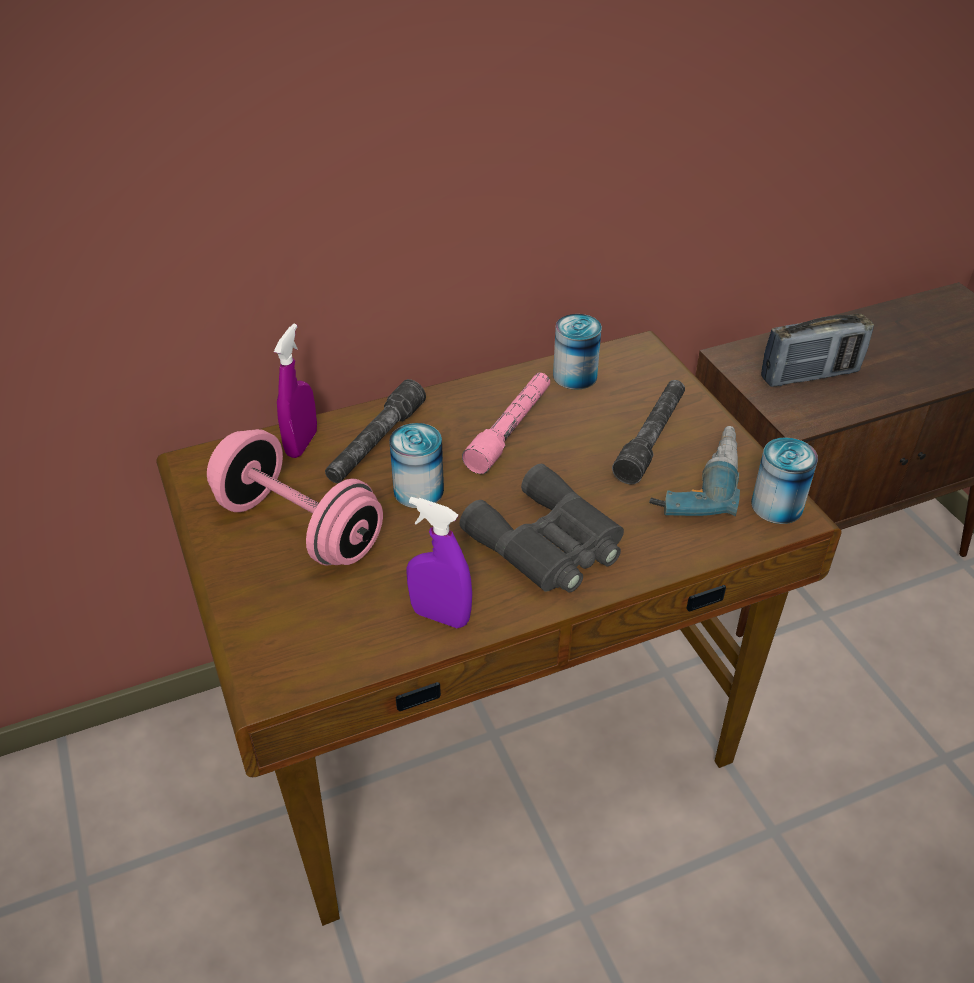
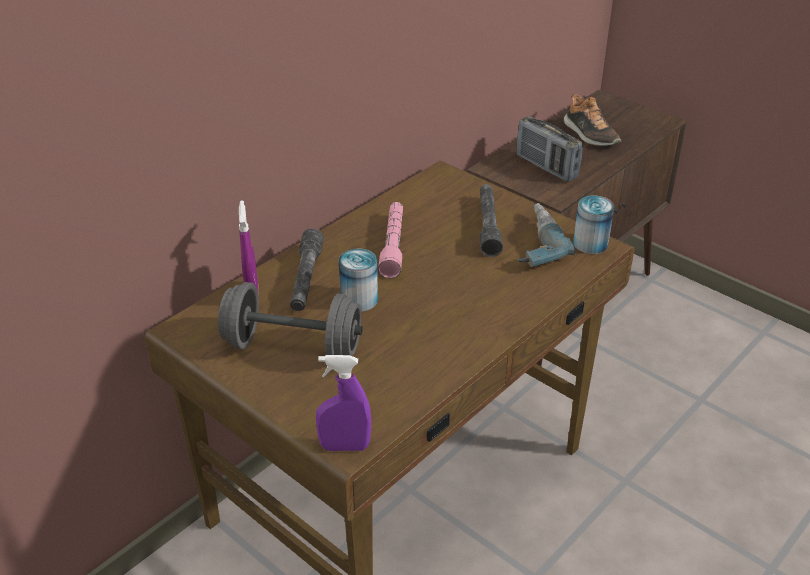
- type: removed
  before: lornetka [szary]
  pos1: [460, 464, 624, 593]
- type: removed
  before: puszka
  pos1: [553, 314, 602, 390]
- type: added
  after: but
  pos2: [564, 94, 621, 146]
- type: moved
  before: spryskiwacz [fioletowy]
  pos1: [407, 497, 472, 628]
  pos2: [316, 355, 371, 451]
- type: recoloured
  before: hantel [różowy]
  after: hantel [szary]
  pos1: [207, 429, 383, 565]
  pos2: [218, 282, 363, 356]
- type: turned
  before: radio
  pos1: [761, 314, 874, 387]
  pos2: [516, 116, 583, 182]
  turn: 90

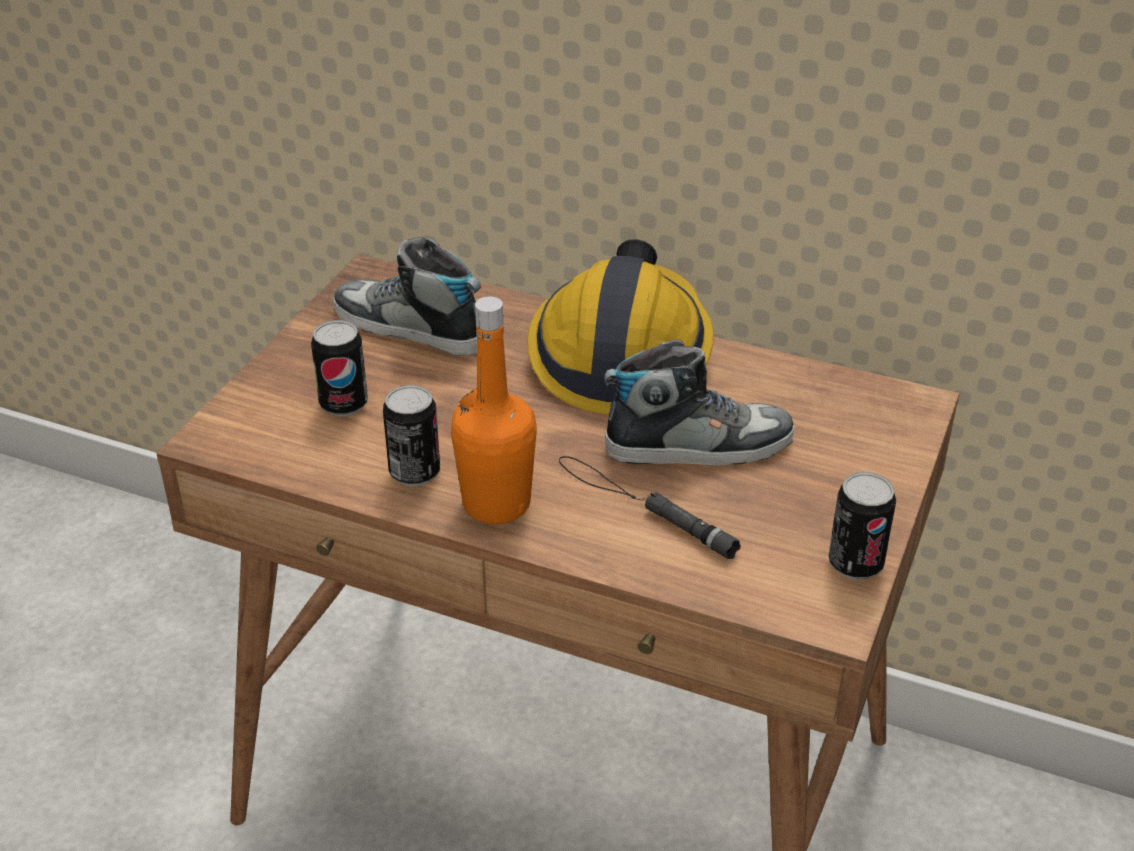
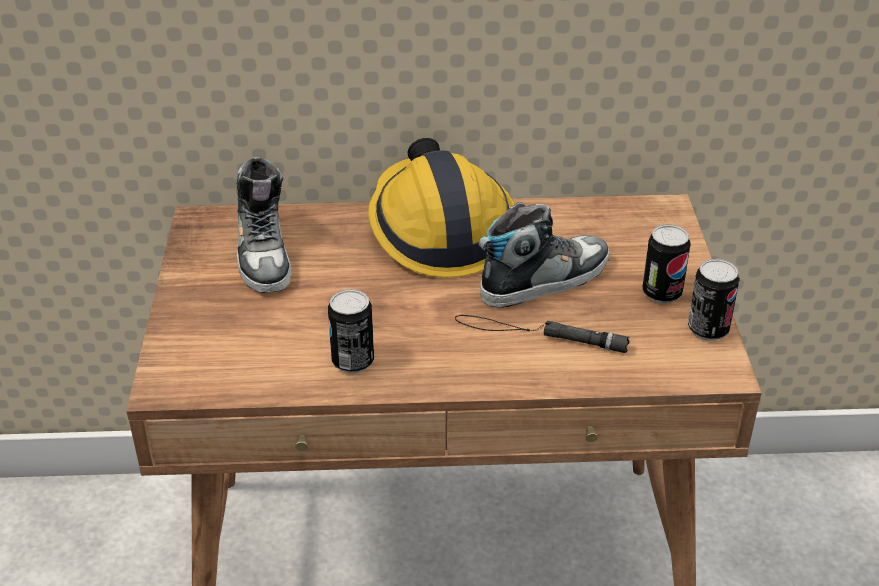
- type: removed
  before: butelka [pomarańczowy]
  pos1: [451, 297, 537, 524]
- type: moved
  before: puszka
  pos1: [311, 320, 368, 416]
  pos2: [642, 224, 691, 304]
- type: turned
  before: but
  pos1: [333, 237, 481, 356]
  pos2: [236, 157, 291, 293]
  turn: -105

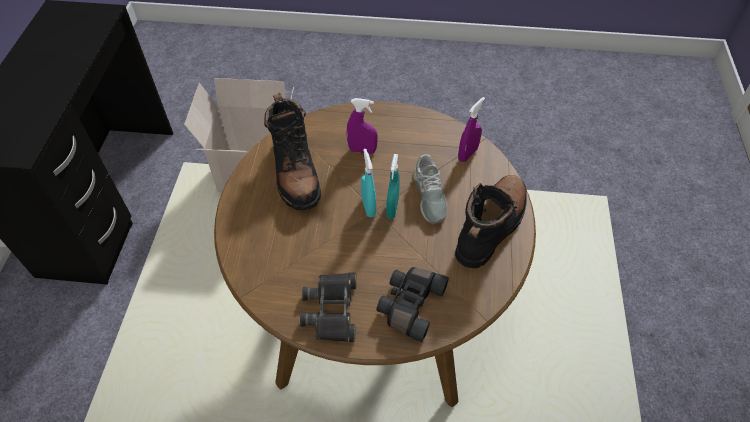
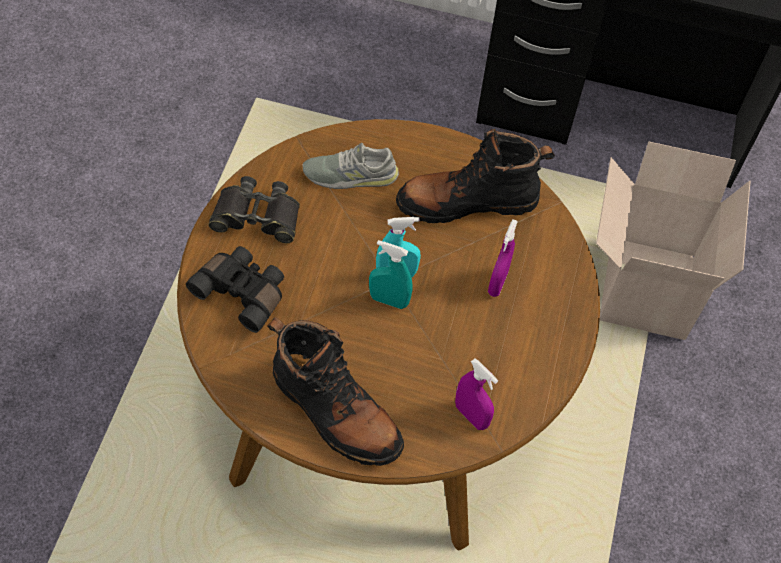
- type: moved
  before: but [szary]
  pos1: [413, 154, 447, 223]
  pos2: [302, 143, 399, 189]

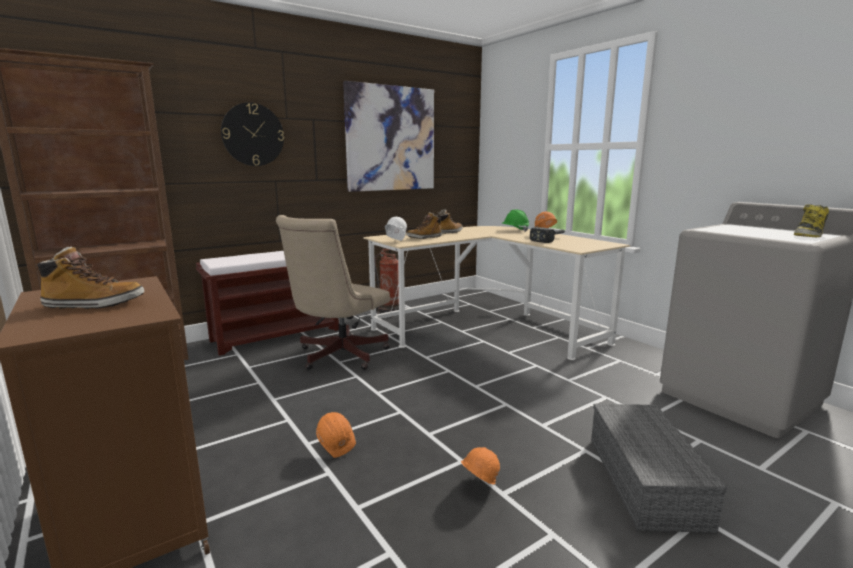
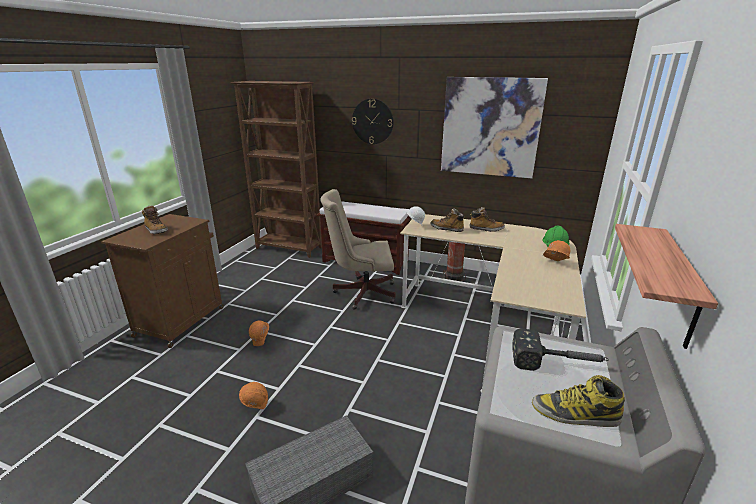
- type: added
  after: półka
  pos2: [615, 224, 718, 349]
- type: moved
  before: młotek
  pos1: [530, 227, 565, 243]
  pos2: [512, 328, 609, 371]

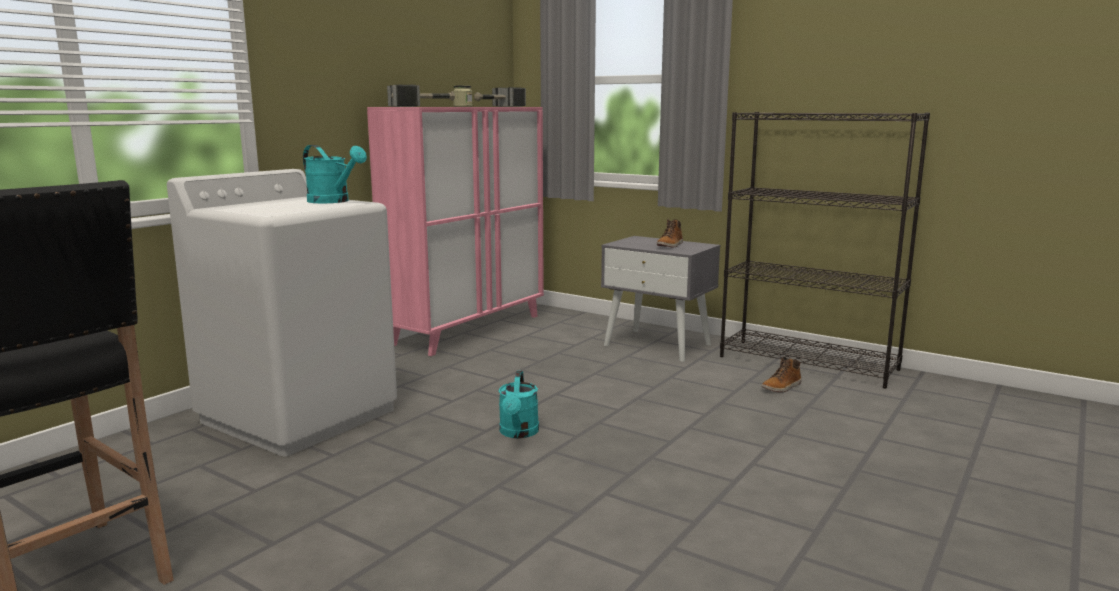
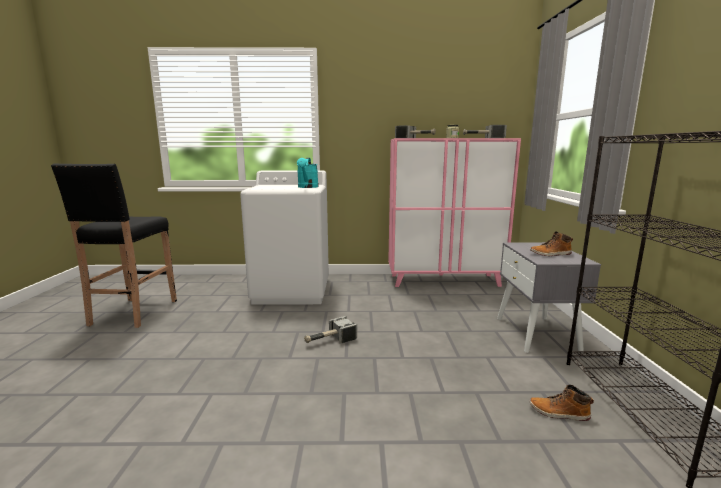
- type: replaced
  before: konewka [turkusowy]
  after: młotek
  pos1: [499, 371, 539, 438]
  pos2: [304, 316, 357, 343]

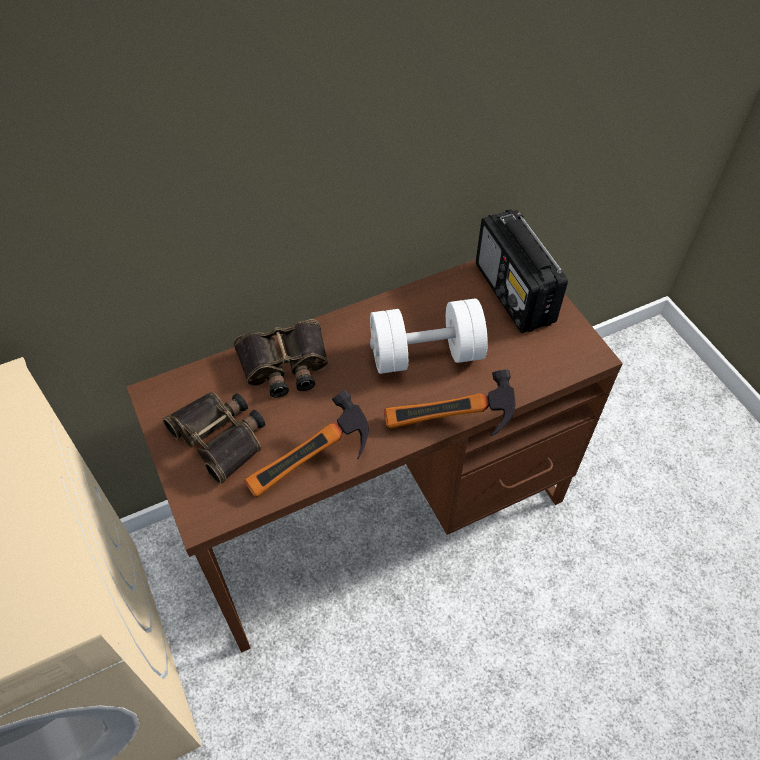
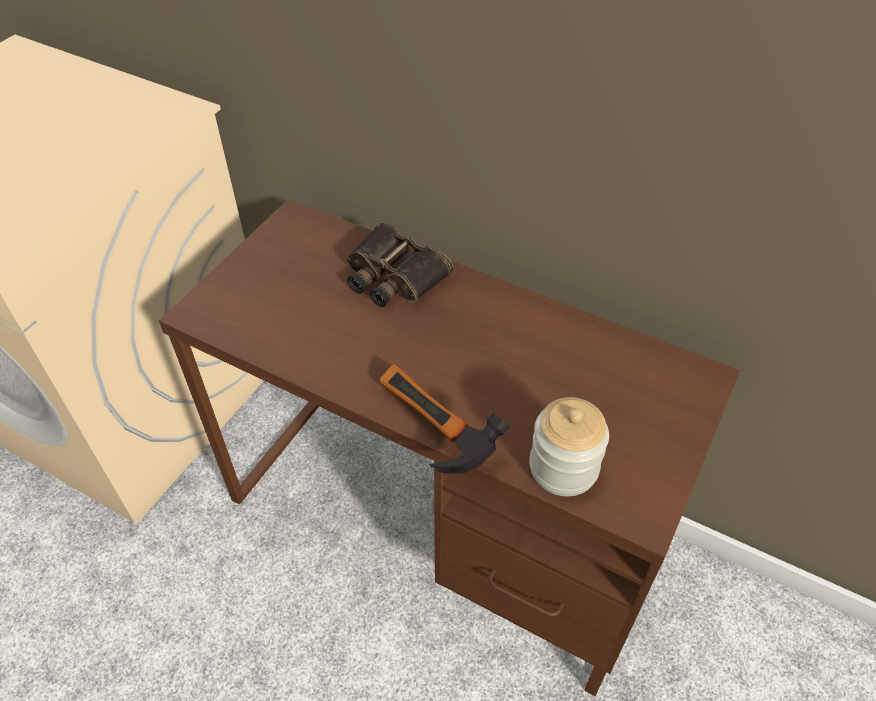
- type: removed
  before: lornetka
  pos1: [162, 392, 266, 485]
- type: removed
  before: młotek
  pos1: [244, 390, 369, 497]
- type: removed
  before: hantel [biały]
  pos1: [370, 299, 488, 374]
- type: removed
  before: radio
  pos1: [476, 209, 568, 333]
- type: added
  after: słoik
  pos2: [529, 397, 609, 496]

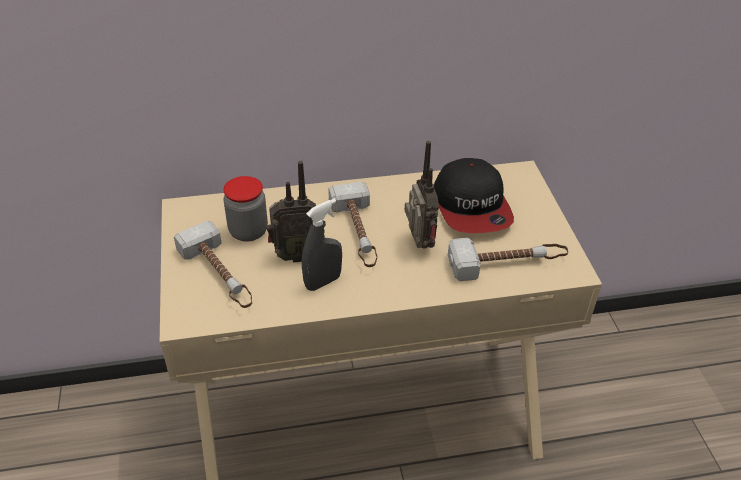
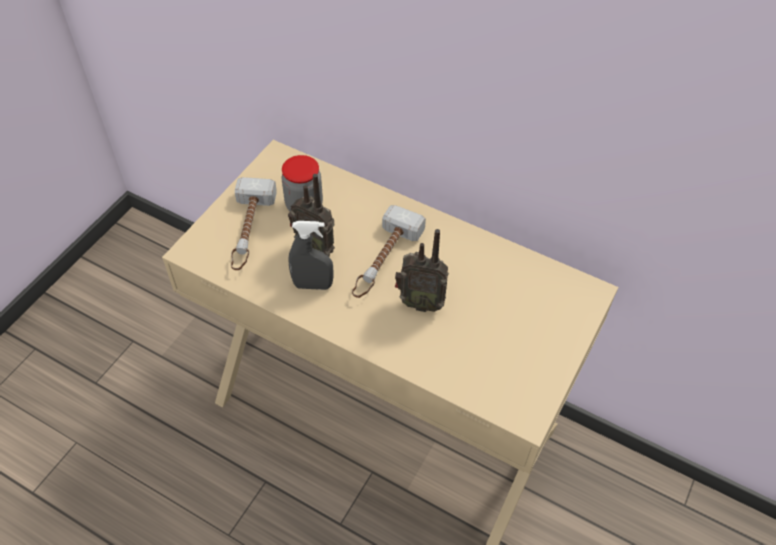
- type: removed
  before: czapka z daszkiem
  pos1: [434, 158, 514, 233]
- type: removed
  before: młotek
  pos1: [448, 237, 568, 281]
- type: turned
  before: radio
  pos1: [405, 141, 439, 249]
  pos2: [395, 229, 449, 312]
  turn: 75

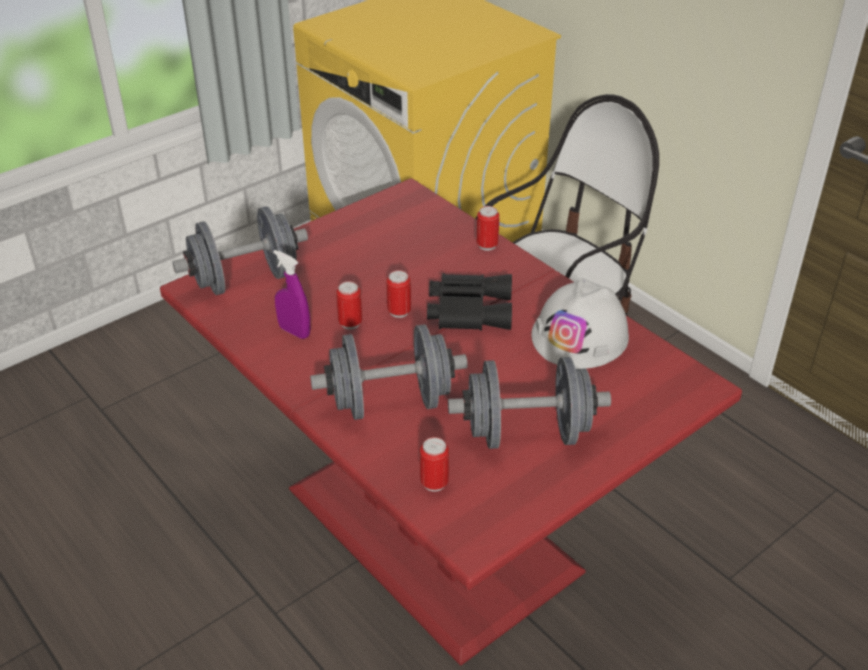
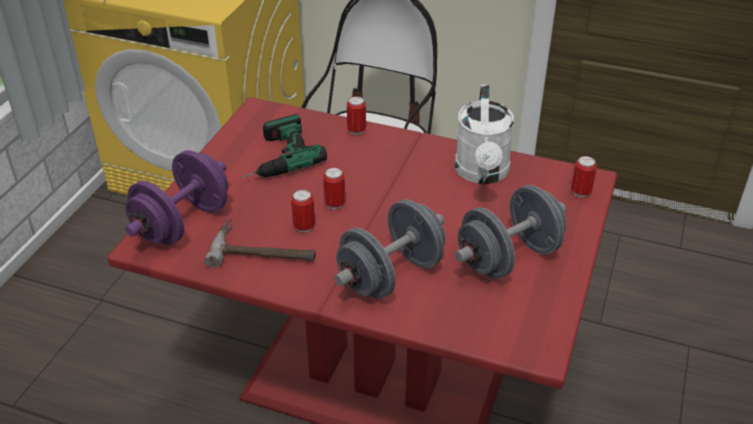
- type: removed
  before: lornetka [czarny]
  pos1: [427, 273, 512, 330]
- type: added
  after: wiertarka
  pos2: [240, 114, 327, 178]
- type: moved
  before: puszka
  pos1: [420, 437, 449, 492]
  pos2: [571, 156, 597, 197]
- type: replaced
  before: spryskiwacz [fioletowy]
  after: młotek
  pos1: [273, 250, 310, 339]
  pos2: [204, 219, 316, 268]
- type: replaced
  before: kask [biały]
  after: konewka [biały]
  pos1: [531, 278, 629, 369]
  pos2: [455, 85, 514, 184]
- type: recoloured
  before: hantel [szary]
  after: hantel [fioletowy]
  pos1: [172, 206, 308, 295]
  pos2: [125, 150, 228, 245]

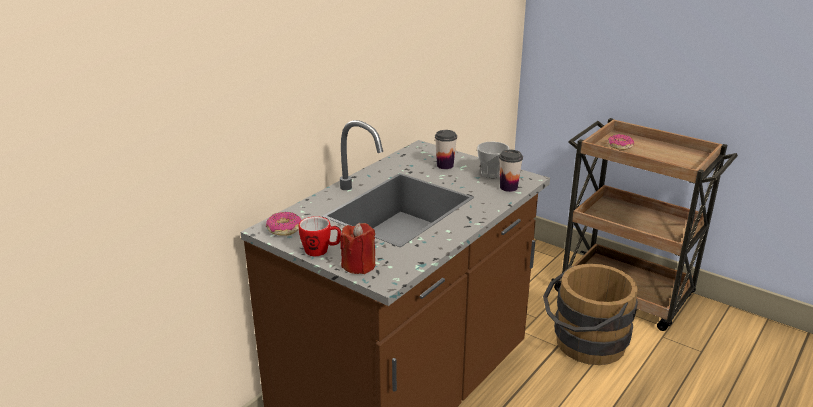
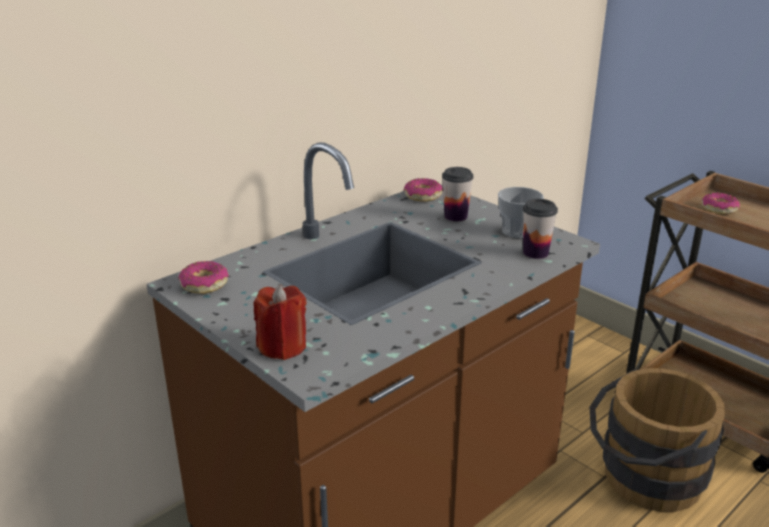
- type: removed
  before: kubek
  pos1: [299, 216, 341, 256]
- type: added
  after: donut
  pos2: [403, 178, 443, 202]

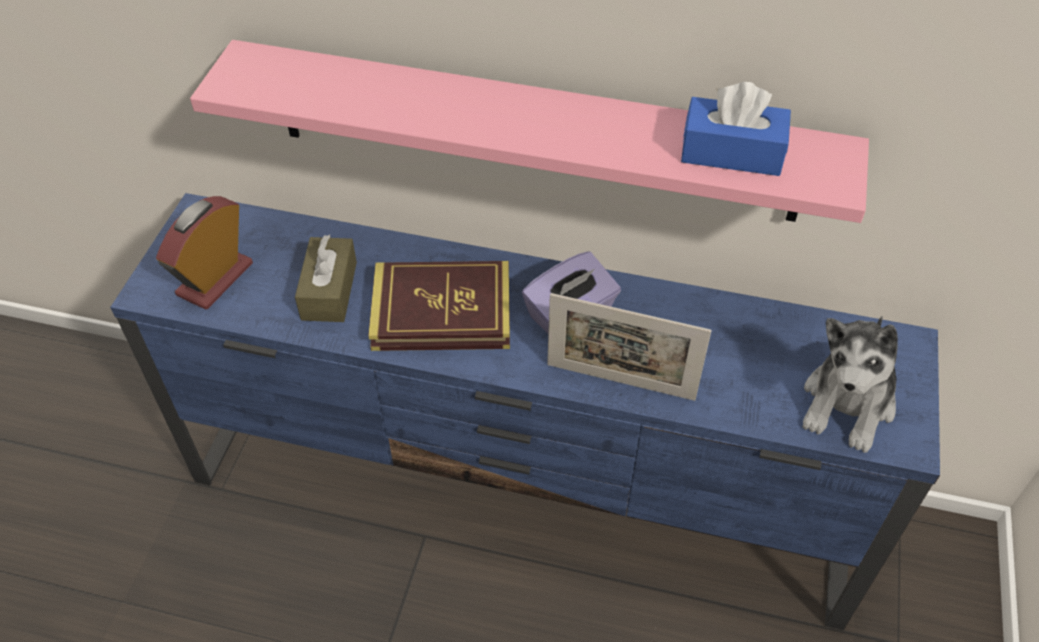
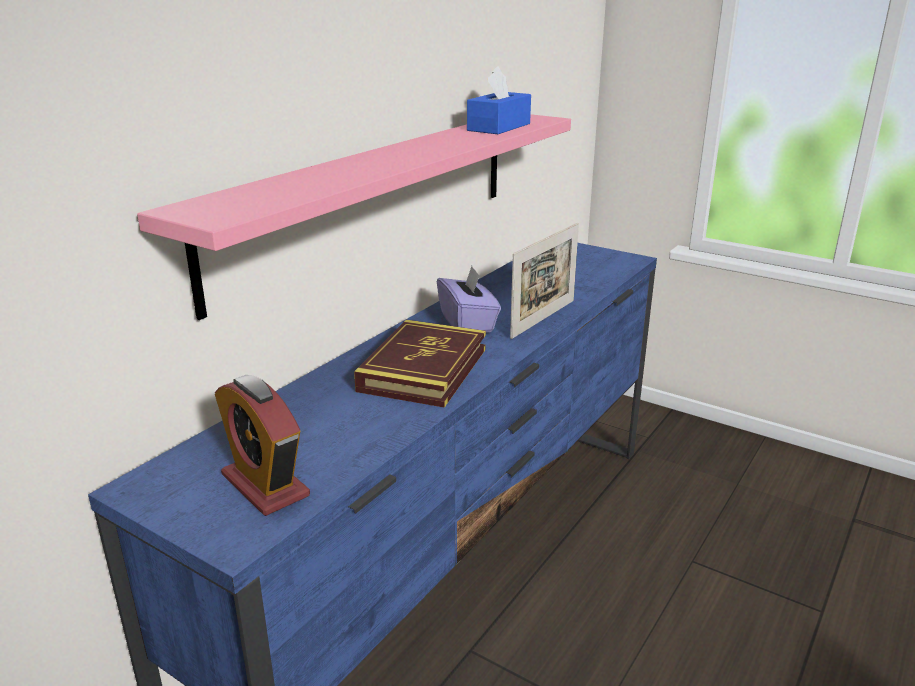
- type: removed
  before: pudełko chusteczek [brązowy]
  pos1: [295, 235, 357, 322]
- type: removed
  before: pluszak
  pos1: [803, 316, 898, 453]

